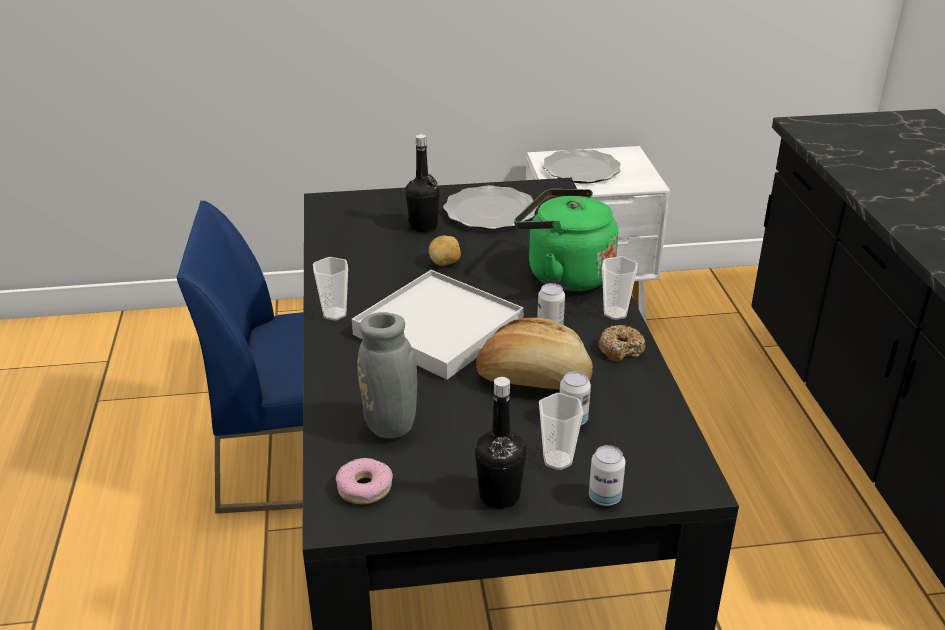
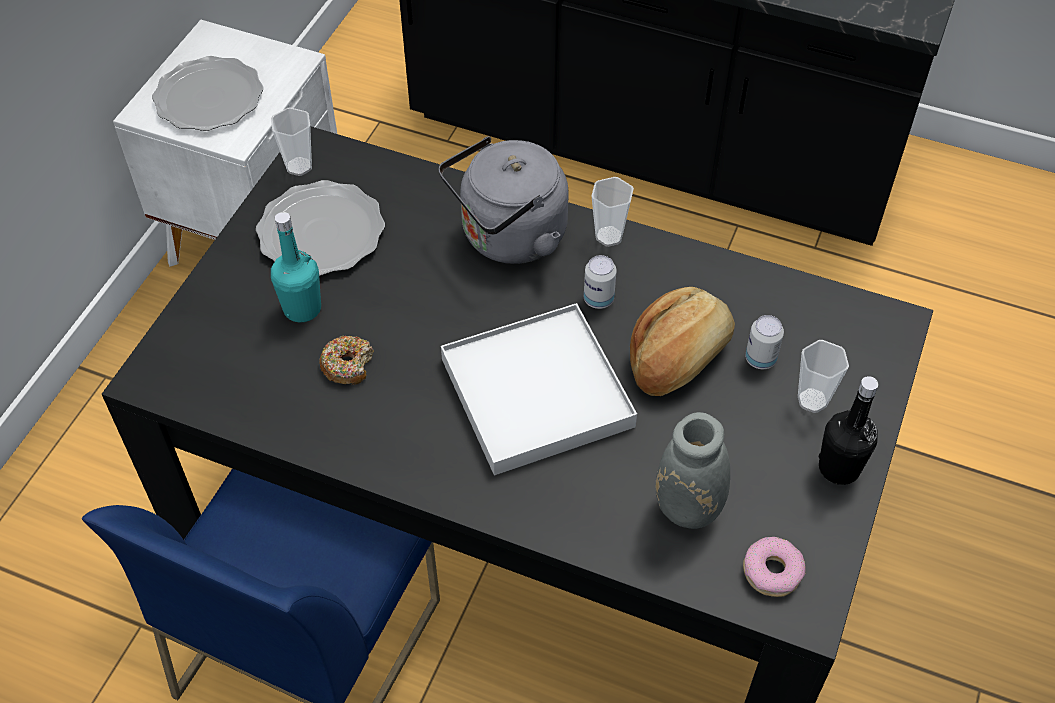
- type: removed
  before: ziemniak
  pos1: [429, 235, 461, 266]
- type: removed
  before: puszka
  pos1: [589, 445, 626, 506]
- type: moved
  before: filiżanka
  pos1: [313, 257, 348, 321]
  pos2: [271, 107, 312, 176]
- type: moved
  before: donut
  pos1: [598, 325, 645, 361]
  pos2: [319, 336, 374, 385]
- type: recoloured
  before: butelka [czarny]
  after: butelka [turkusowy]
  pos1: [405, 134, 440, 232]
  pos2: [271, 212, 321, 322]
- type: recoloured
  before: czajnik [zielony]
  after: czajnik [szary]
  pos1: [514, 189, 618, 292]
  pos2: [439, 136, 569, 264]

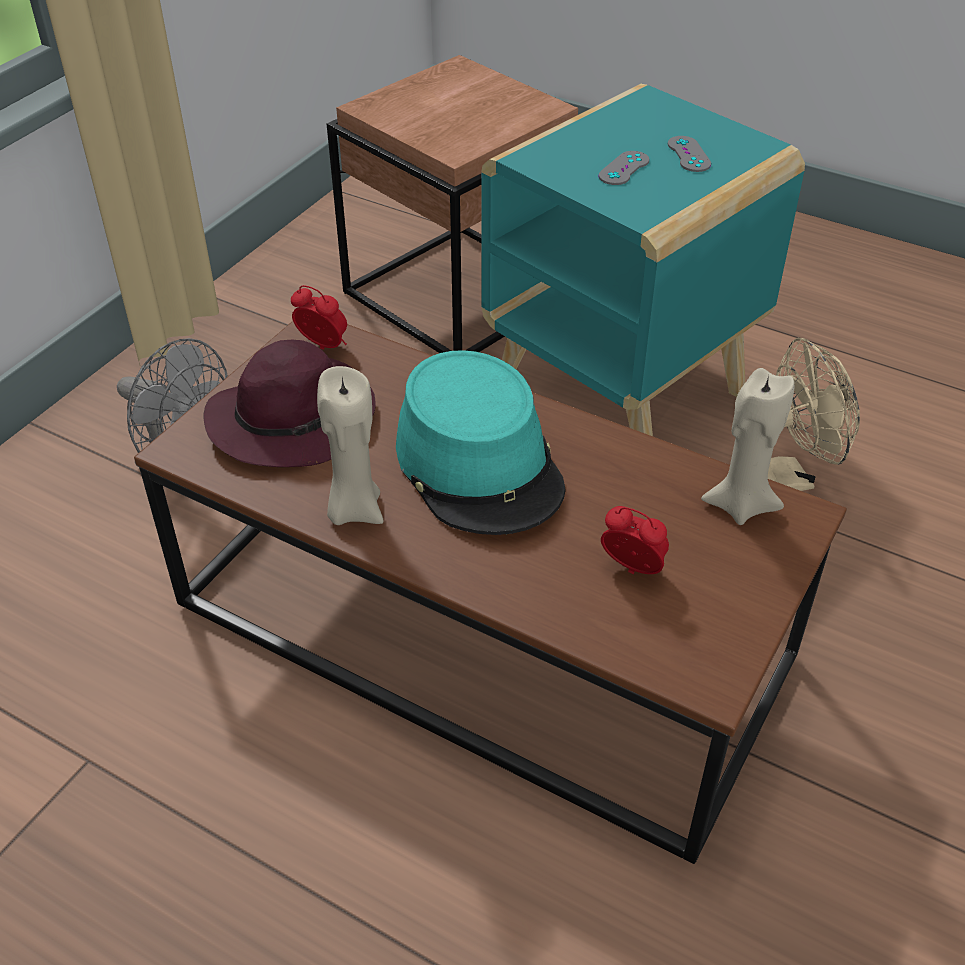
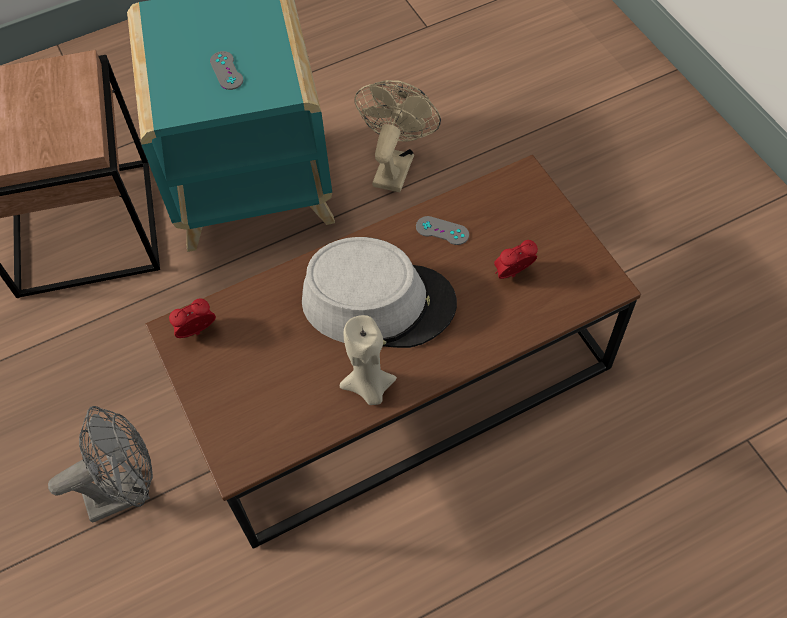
- type: removed
  before: kapelusz [fioletowy]
  pos1: [204, 340, 376, 467]
- type: removed
  before: świeca [beżowy]
  pos1: [701, 368, 795, 525]
- type: moved
  before: pad do gier [szary]
  pos1: [668, 136, 711, 172]
  pos2: [416, 216, 469, 245]
- type: recoloured
  before: kapelusz [turkusowy]
  after: kapelusz [szary]
  pos1: [396, 350, 566, 535]
  pos2: [302, 237, 457, 348]

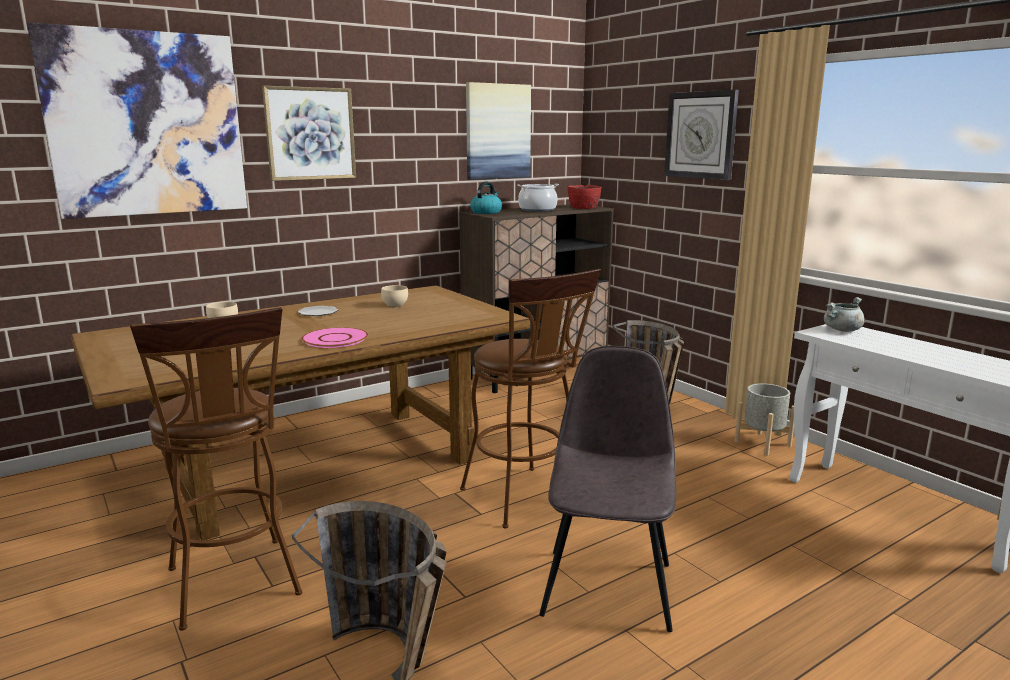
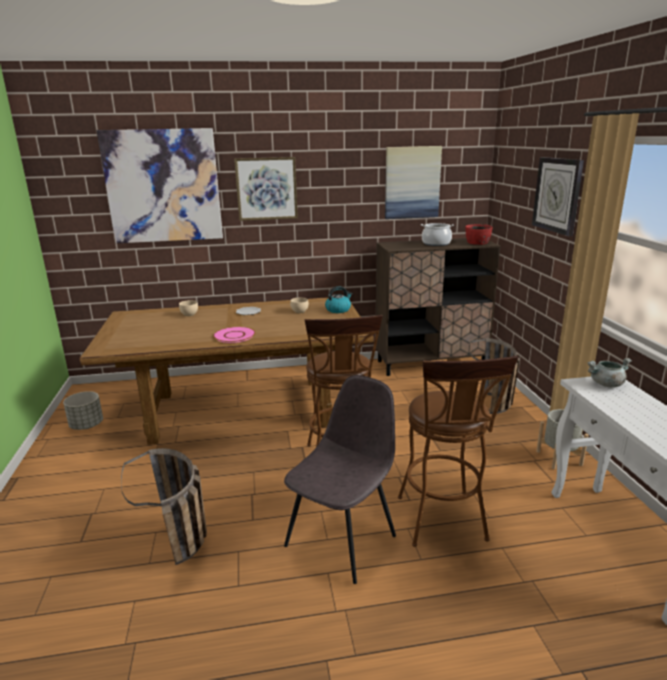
- type: added
  after: donica [szary]
  pos2: [63, 391, 103, 430]
- type: moved
  before: stołek [brązowy]
  pos1: [130, 307, 302, 631]
  pos2: [398, 356, 518, 547]
- type: moved
  before: czajnik
  pos1: [470, 182, 502, 214]
  pos2: [325, 286, 352, 313]

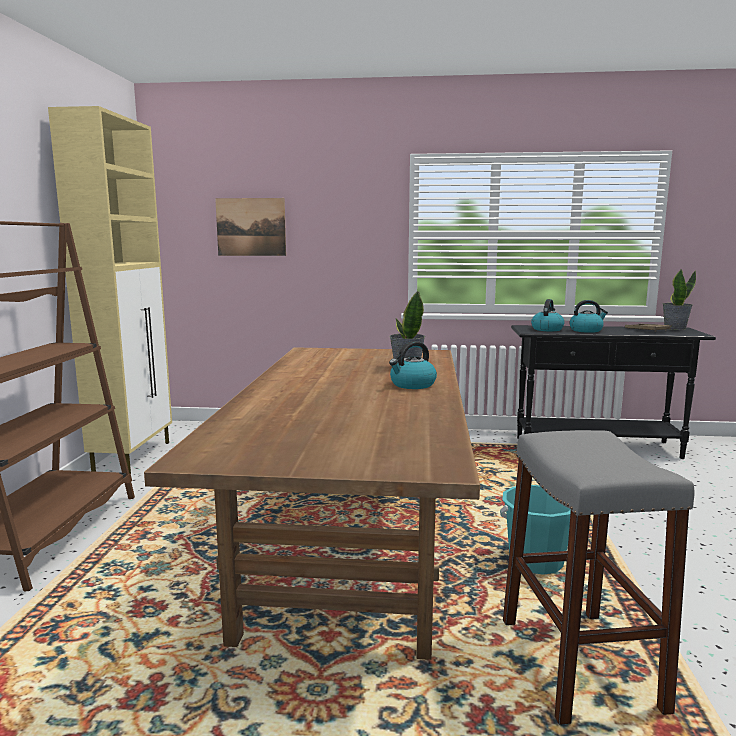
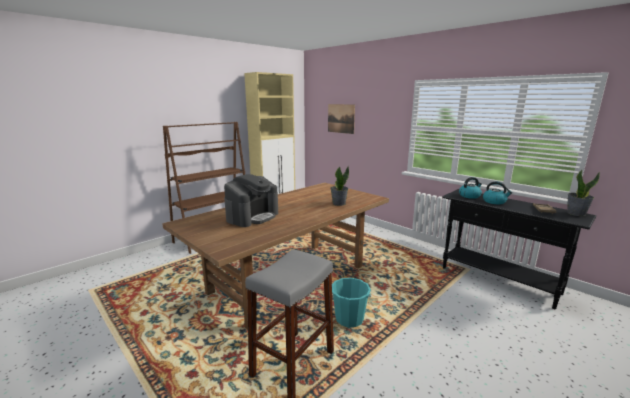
- type: removed
  before: czajnik
  pos1: [389, 341, 437, 389]
- type: added
  after: ekspres do kawy
  pos2: [224, 174, 278, 227]

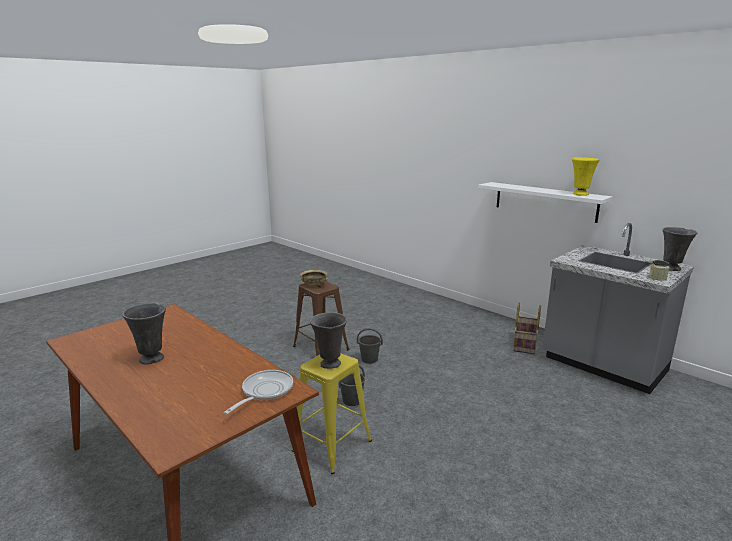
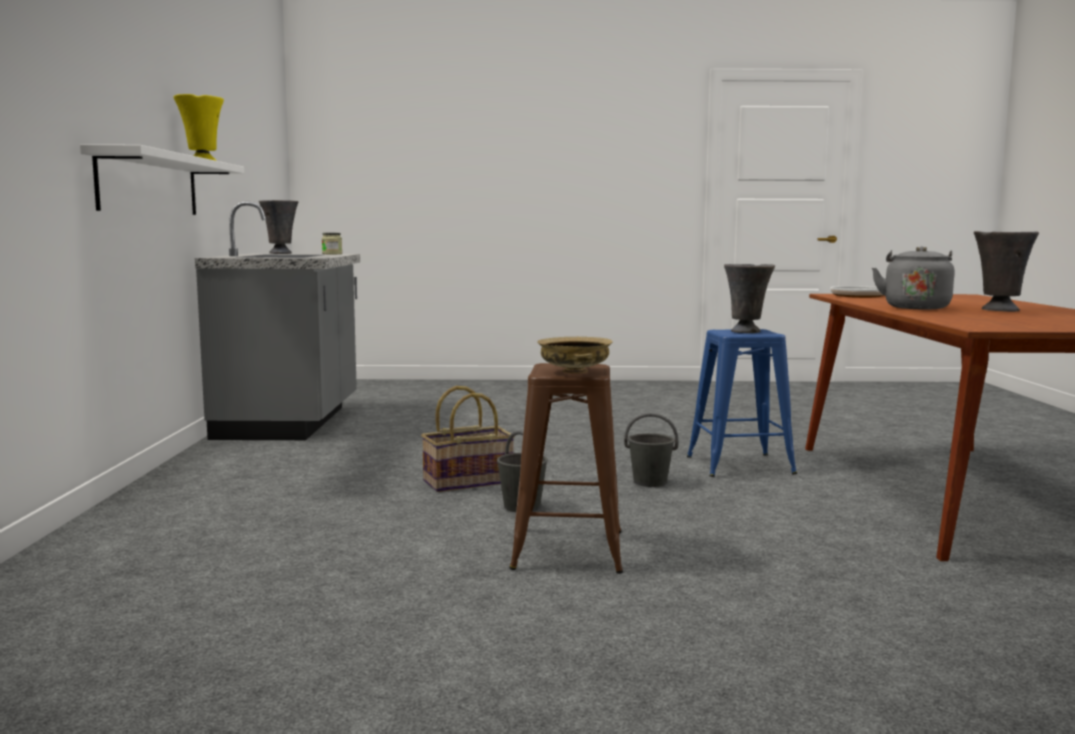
- type: added
  after: czajnik [szary]
  pos2: [872, 246, 954, 310]
- type: moved
  before: koszyk
  pos1: [513, 303, 541, 354]
  pos2: [421, 386, 515, 492]
- type: recoloured
  before: stołek [żółty]
  after: stołek [niebieski]
  pos1: [292, 354, 372, 474]
  pos2: [687, 329, 797, 477]

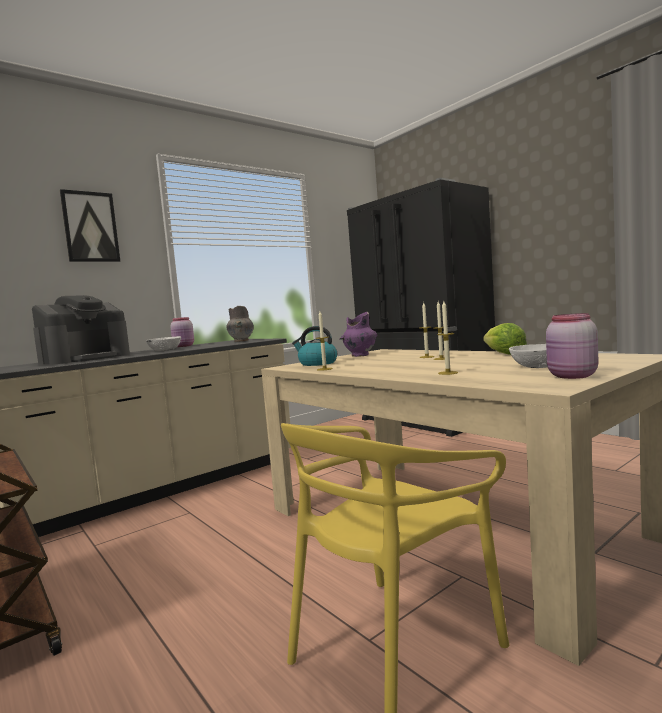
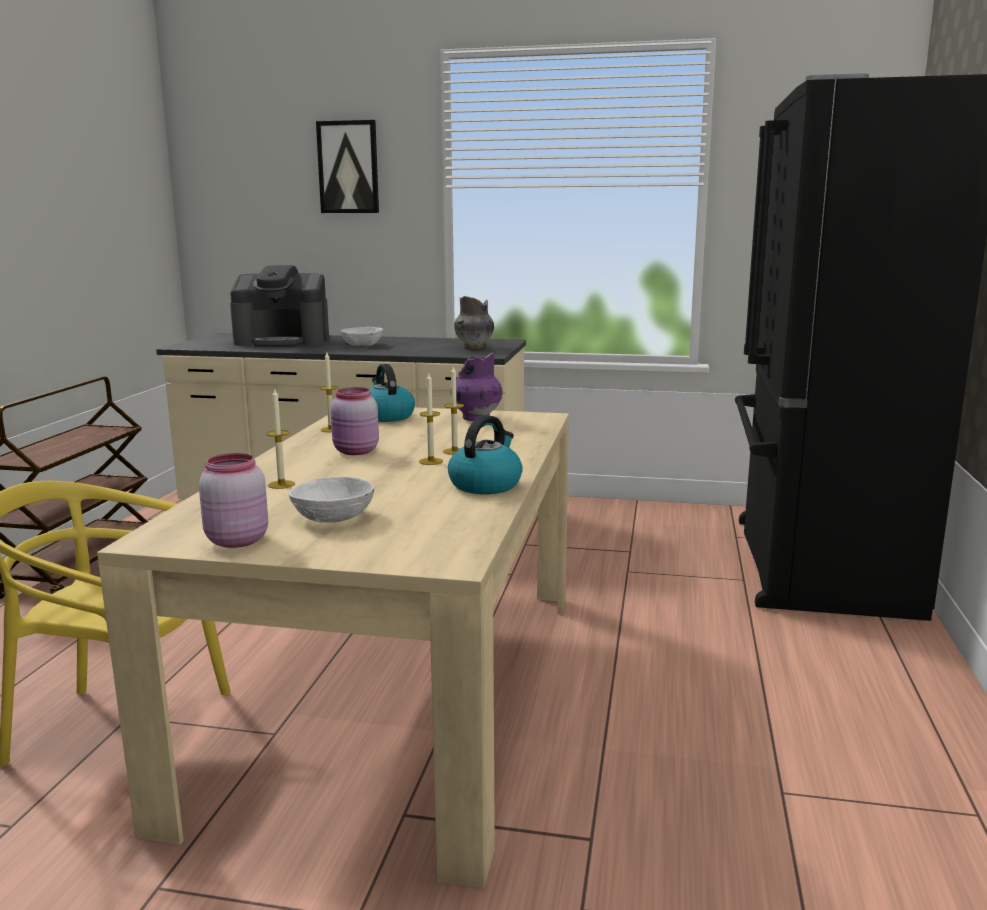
- type: moved
  before: słoik [różowy]
  pos1: [170, 317, 194, 347]
  pos2: [331, 387, 379, 455]
- type: replaced
  before: sałata
  after: czajnik
  pos1: [483, 323, 527, 355]
  pos2: [448, 415, 523, 494]

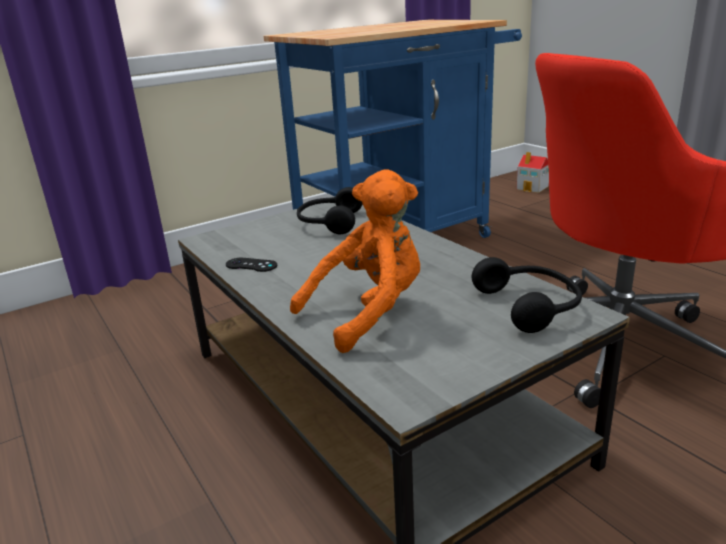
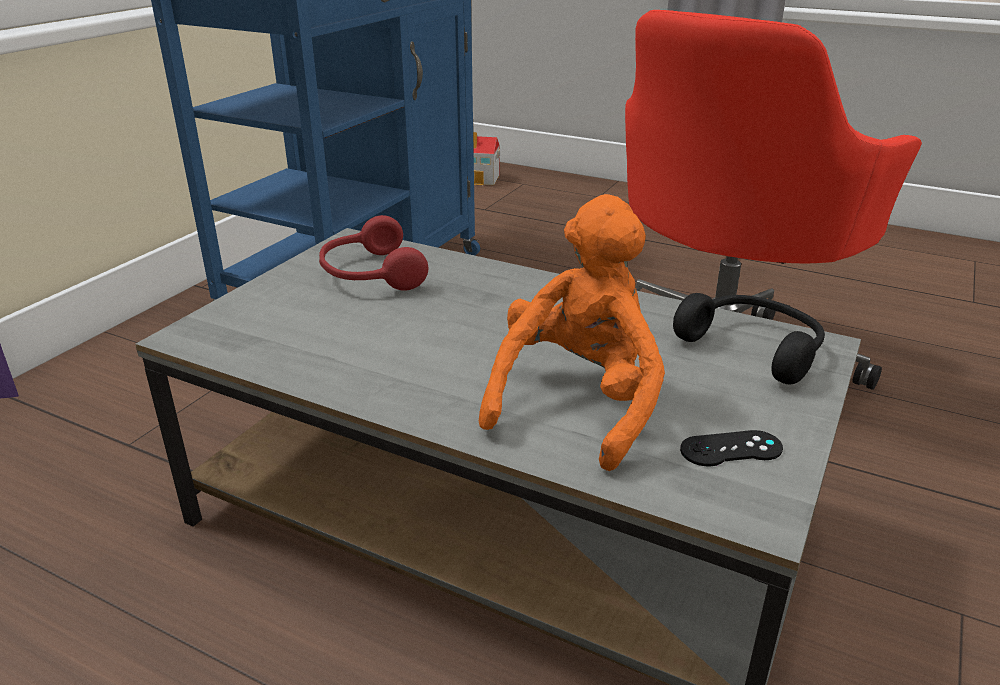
- type: moved
  before: pad do gier [czarny]
  pos1: [226, 258, 277, 272]
  pos2: [680, 430, 783, 466]
- type: recoloured
  before: słuchawki [czarny]
  after: słuchawki [czerwony]
  pos1: [297, 187, 362, 234]
  pos2: [319, 215, 428, 290]

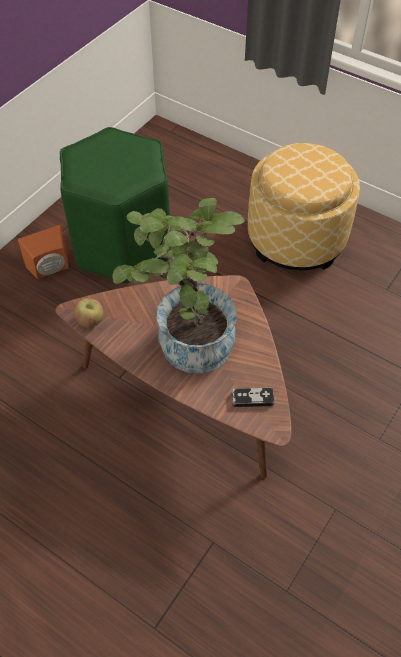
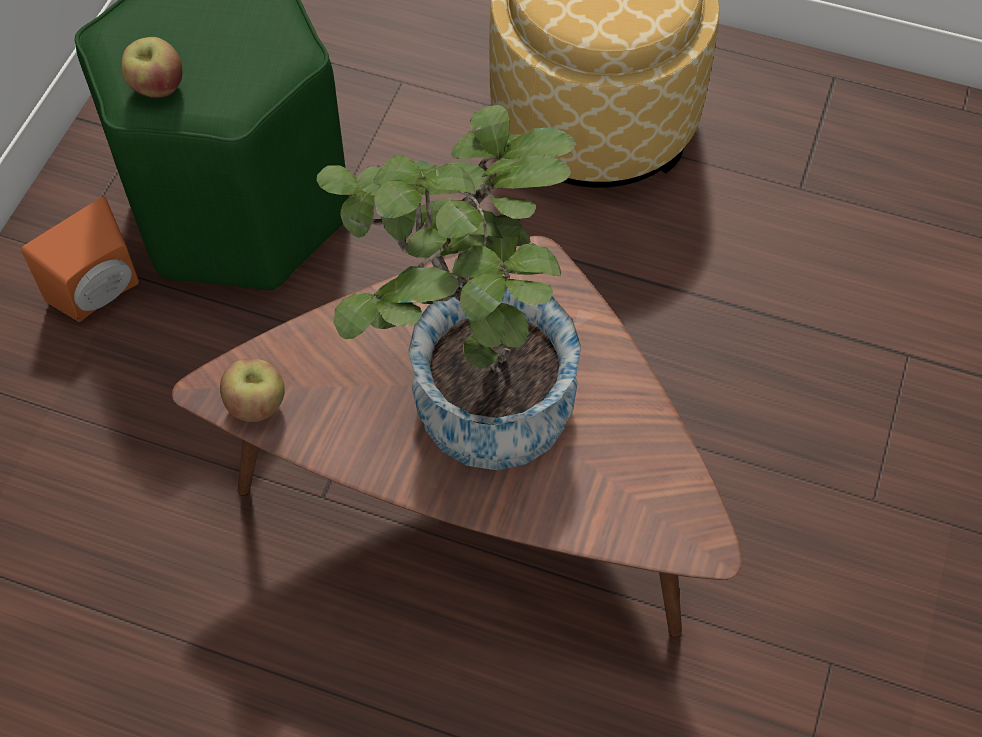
- type: removed
  before: pad do gier
  pos1: [232, 388, 274, 407]
- type: added
  after: jabłko
  pos2: [121, 37, 182, 98]

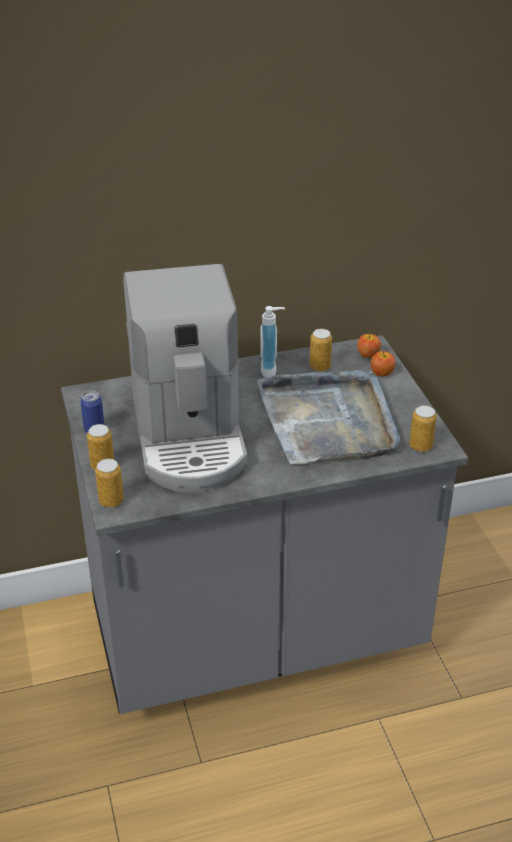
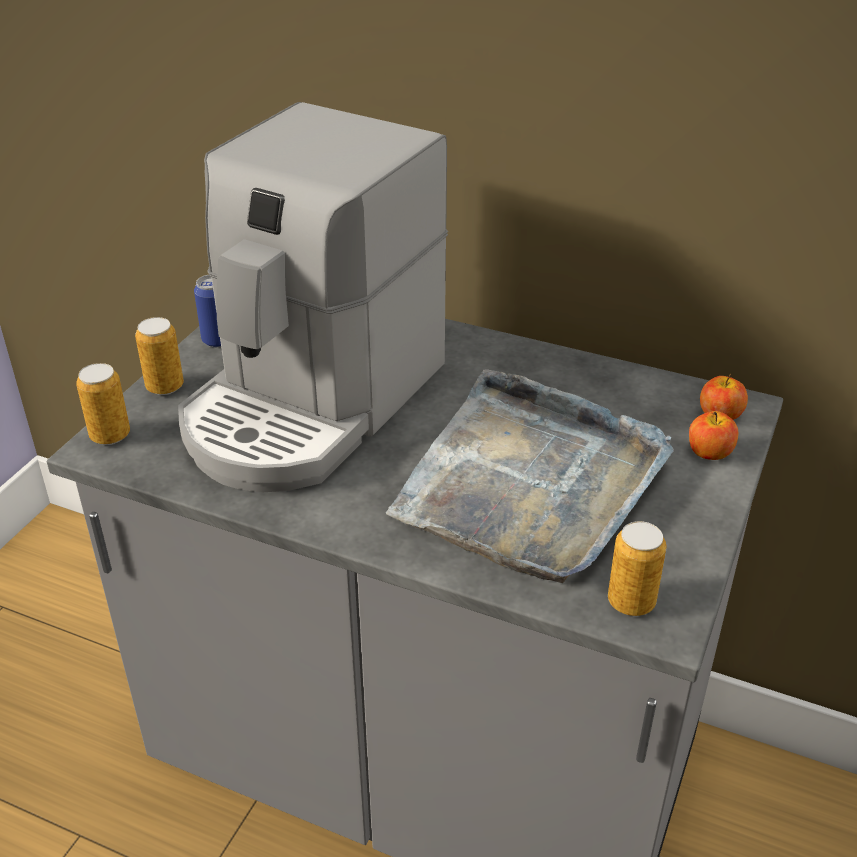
- type: removed
  before: dozownik mydła
  pos1: [260, 306, 285, 378]
- type: removed
  before: puszka
  pos1: [310, 329, 332, 372]

